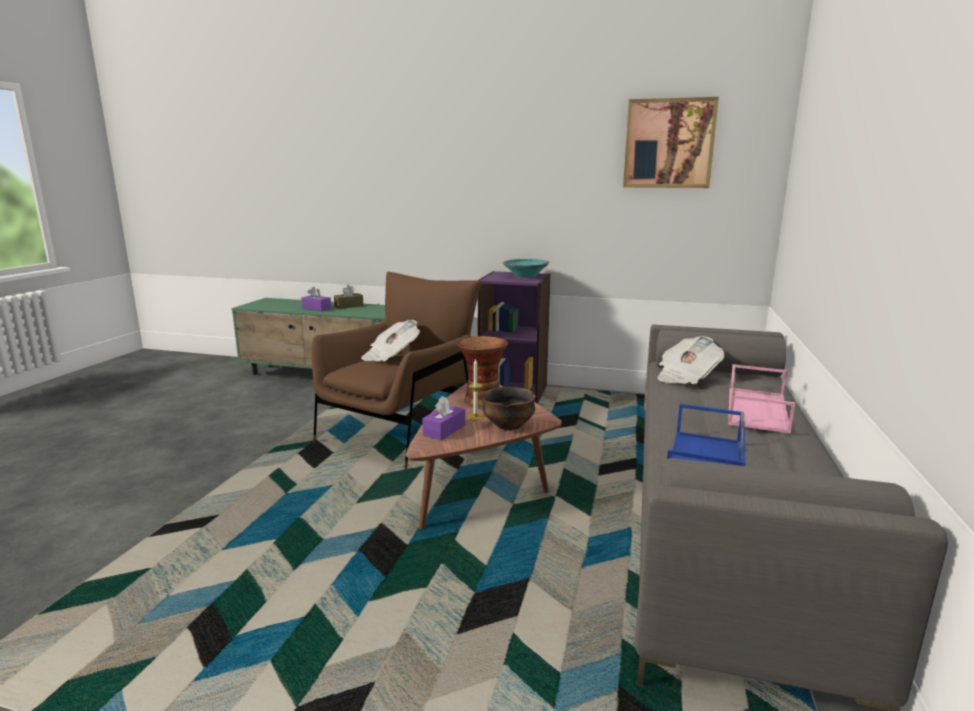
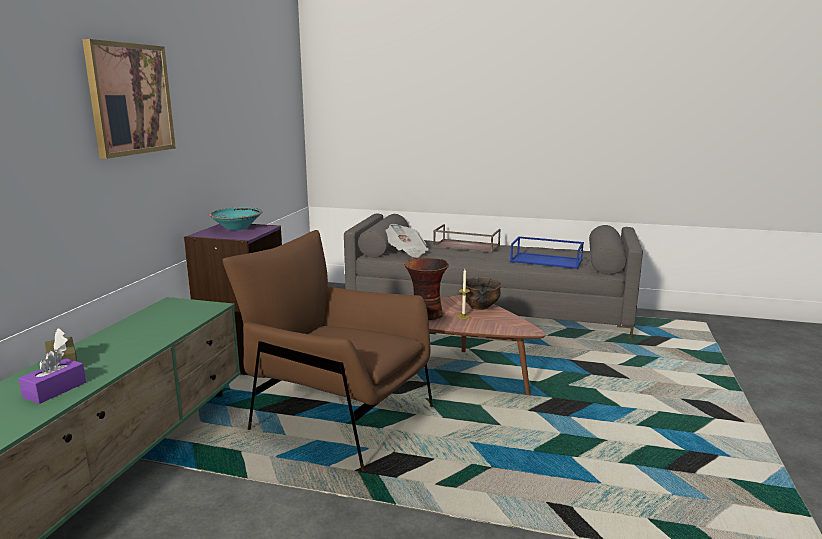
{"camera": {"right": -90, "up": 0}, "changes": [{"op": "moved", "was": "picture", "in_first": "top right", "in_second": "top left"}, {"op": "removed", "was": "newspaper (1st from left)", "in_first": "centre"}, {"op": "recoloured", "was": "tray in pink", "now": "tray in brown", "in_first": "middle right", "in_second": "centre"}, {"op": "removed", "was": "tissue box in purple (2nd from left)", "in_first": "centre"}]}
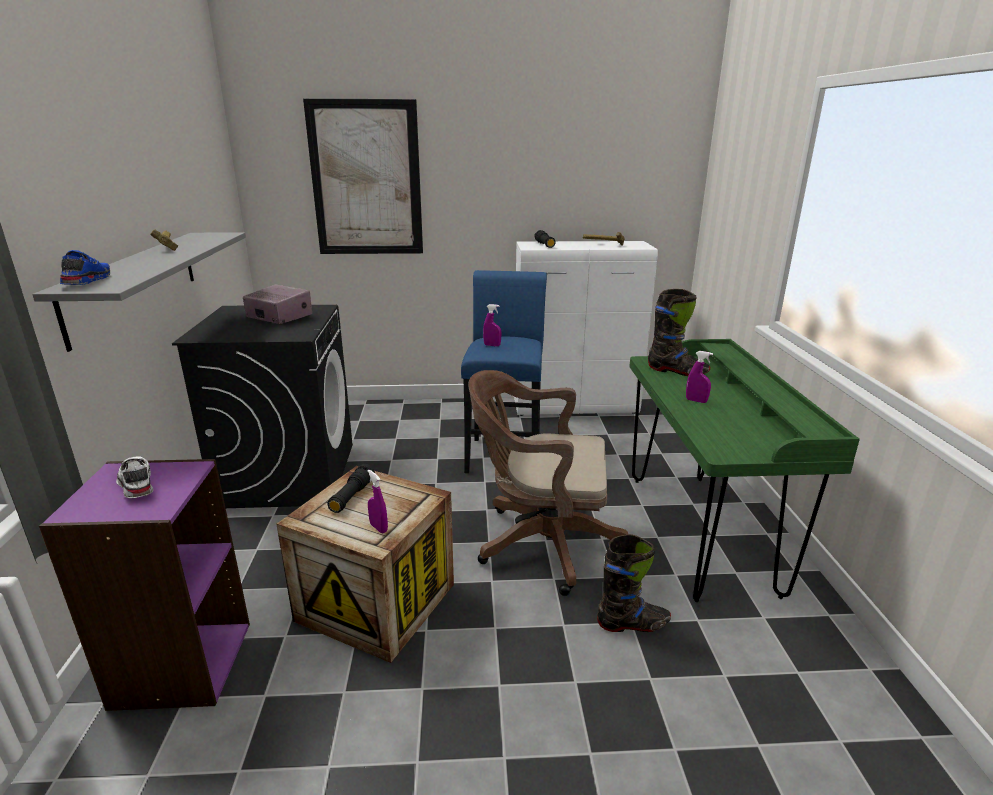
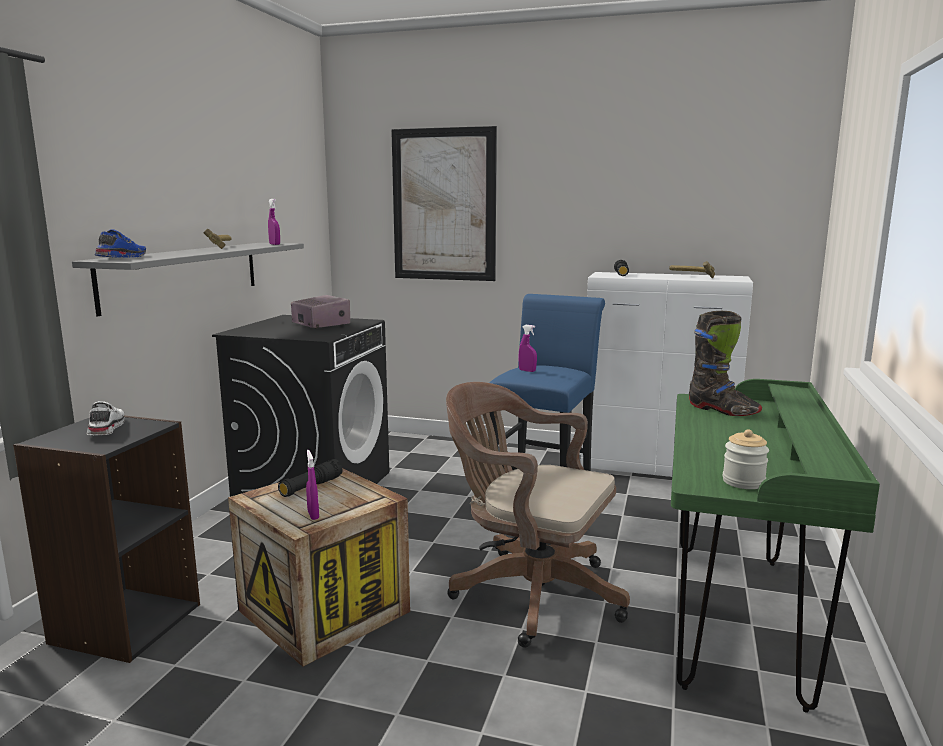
{"camera": {"right": 20, "up": -10}, "changes": [{"op": "moved", "was": "spray bottle in purple (3rd from left in the first image)", "now": "spray bottle in purple (1st from left)", "in_first": "middle right", "in_second": "top left"}, {"op": "recoloured", "was": "bookcase in purple", "now": "bookcase in black", "in_first": "bottom left", "in_second": "bottom left"}, {"op": "removed", "was": "boot in black (1st from left)", "in_first": "bottom centre"}, {"op": "added", "now": "jar", "in_second": "middle right"}]}
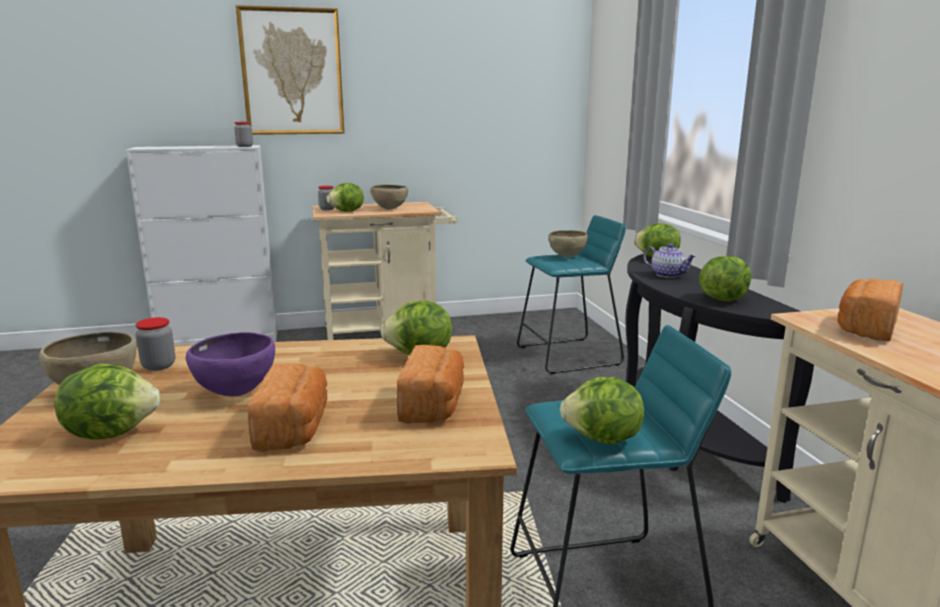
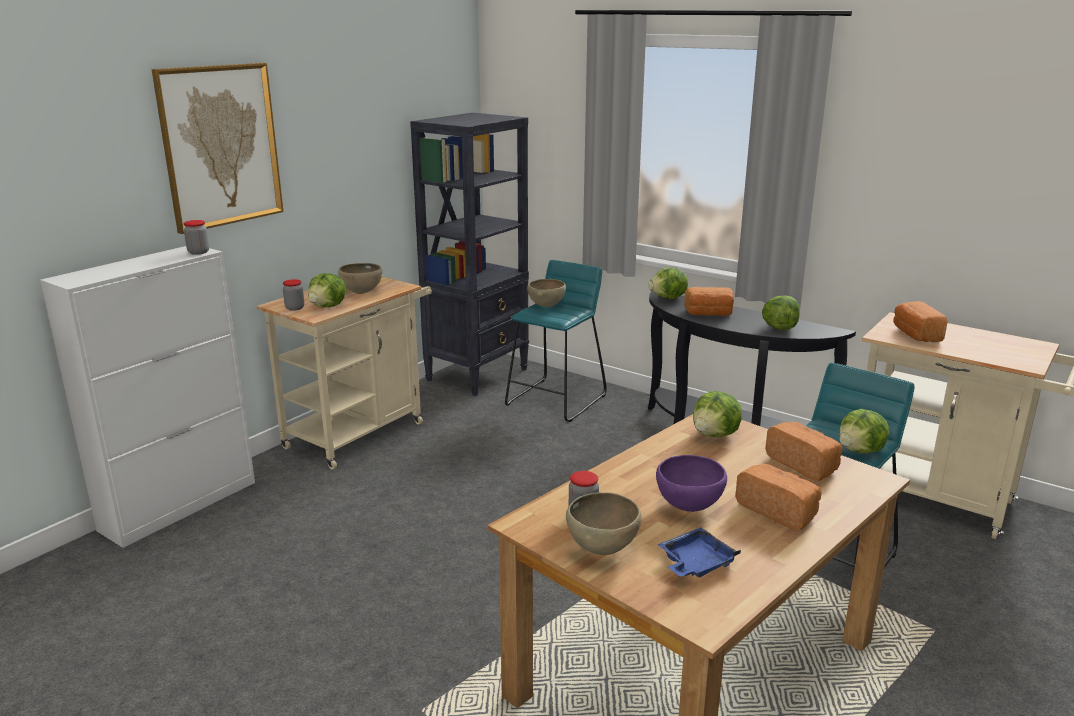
{"camera": {"right": -40, "up": 5}, "changes": [{"op": "replaced", "was": "teapot", "now": "bread (1st from left)", "in_first": "middle right", "in_second": "centre"}, {"op": "replaced", "was": "lettuce (1st from left)", "now": "tray in blue", "in_first": "middle left", "in_second": "bottom centre"}, {"op": "added", "now": "bookcase in black", "in_second": "centre"}]}
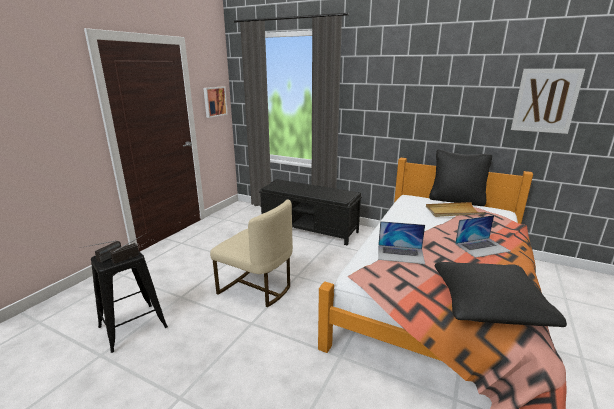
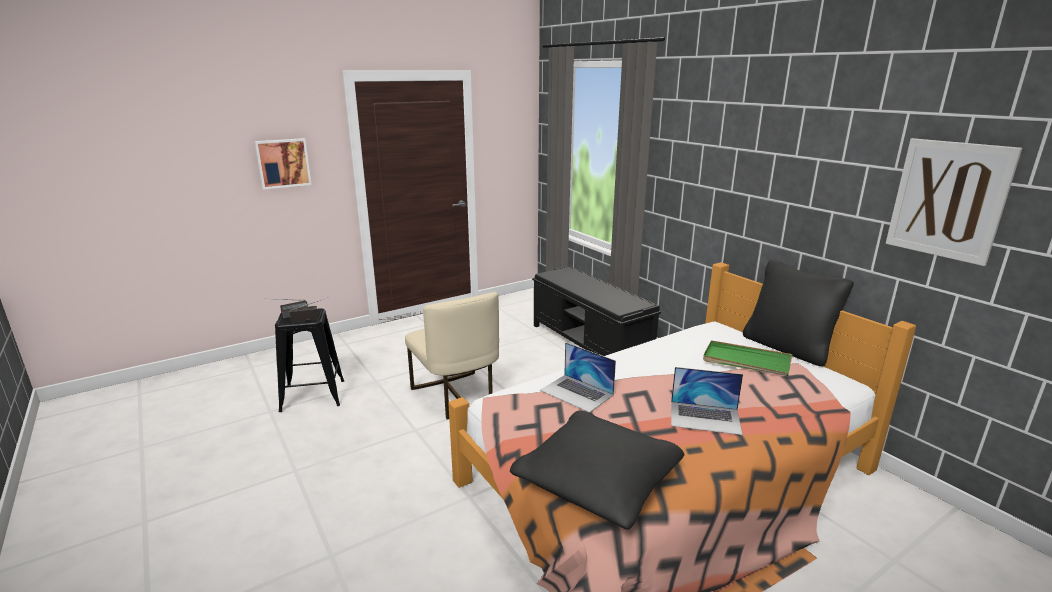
{"camera": {"right": 30, "up": 0}, "changes": [{"op": "moved", "was": "picture (1st from left)", "in_first": "top centre", "in_second": "top left"}, {"op": "recoloured", "was": "tray in beige", "now": "tray in green", "in_first": "middle right", "in_second": "middle right"}]}
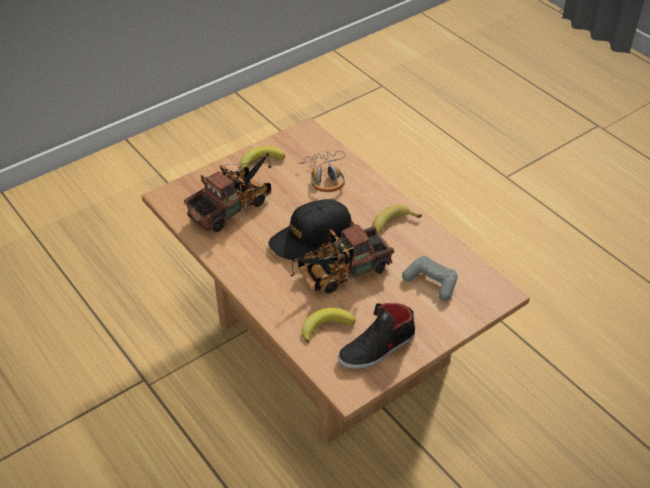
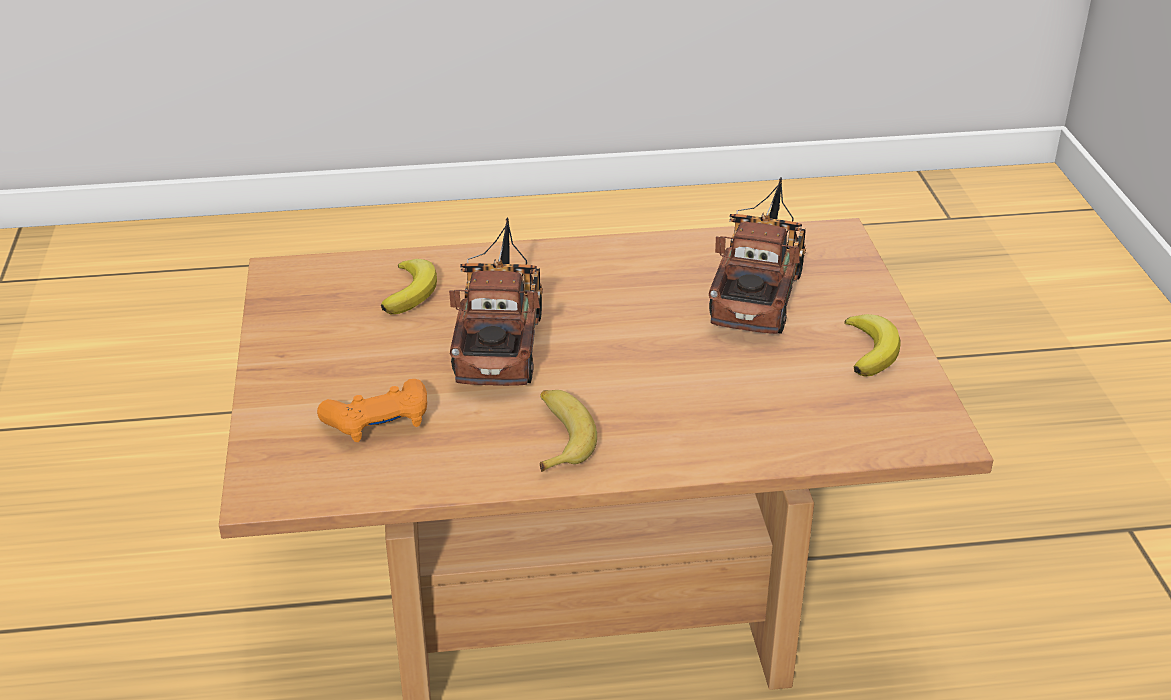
{"camera": {"right": 120, "up": -10}, "changes": [{"op": "removed", "was": "headphones", "in_first": "centre"}, {"op": "turned", "was": "toy truck (1st from left in the first image)", "in_first": "centre", "in_second": "centre", "clockwise": -150}, {"op": "removed", "was": "cap in black", "in_first": "centre"}, {"op": "recoloured", "was": "game controller in grey", "now": "game controller in orange", "in_first": "centre", "in_second": "middle left"}, {"op": "removed", "was": "shoe in black", "in_first": "bottom centre"}]}
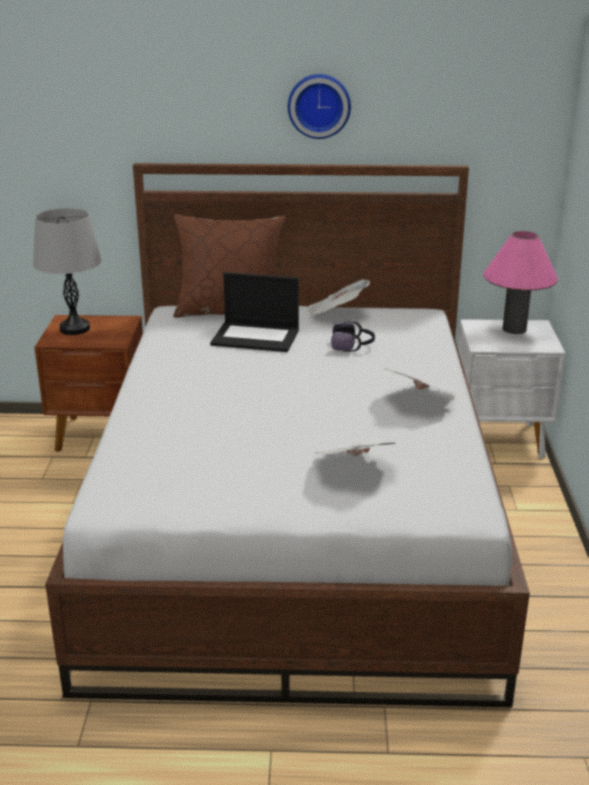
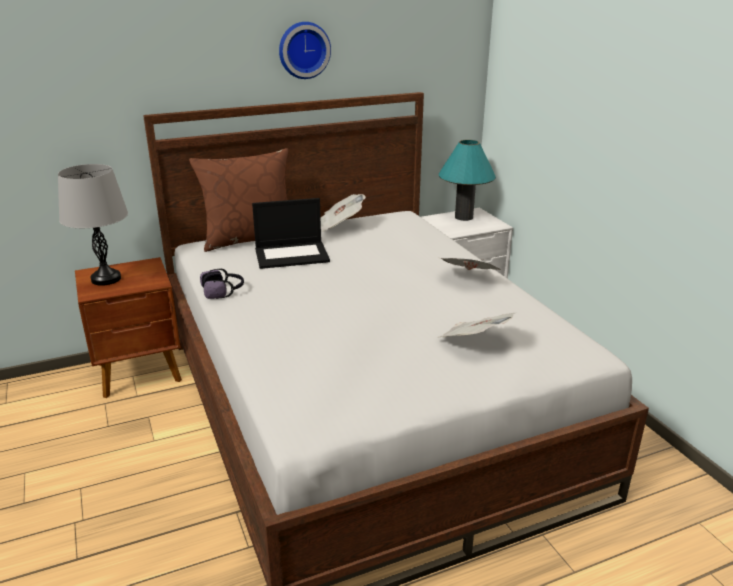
{"camera": {"right": -25, "up": 0}, "changes": [{"op": "recoloured", "was": "table lamp in pink", "now": "table lamp in turquoise", "in_first": "middle right", "in_second": "top centre"}, {"op": "moved", "was": "headphones", "in_first": "centre", "in_second": "middle left"}]}
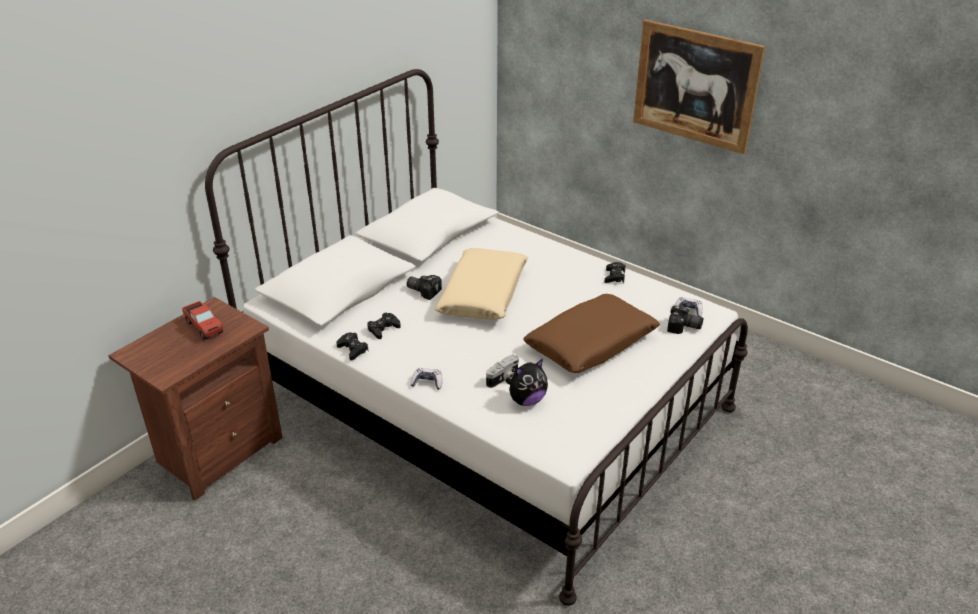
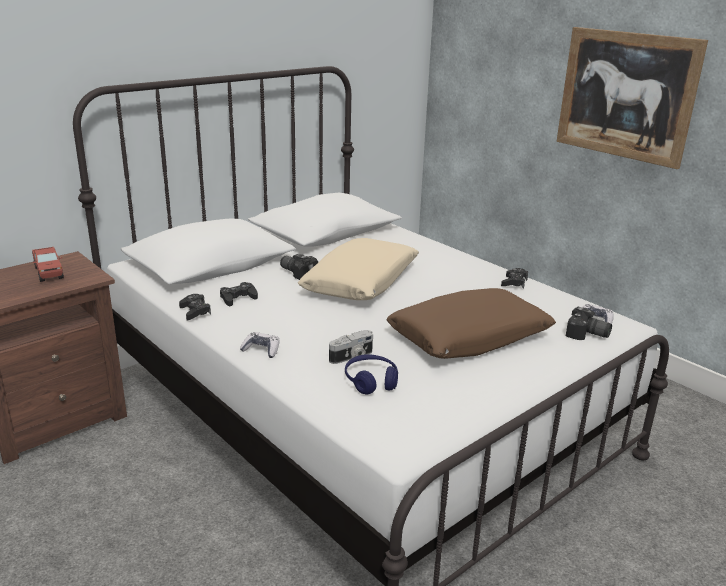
{"camera": {"right": 10, "up": -10}, "changes": [{"op": "replaced", "was": "plush toy", "now": "headphones in blue", "in_first": "centre", "in_second": "centre"}]}
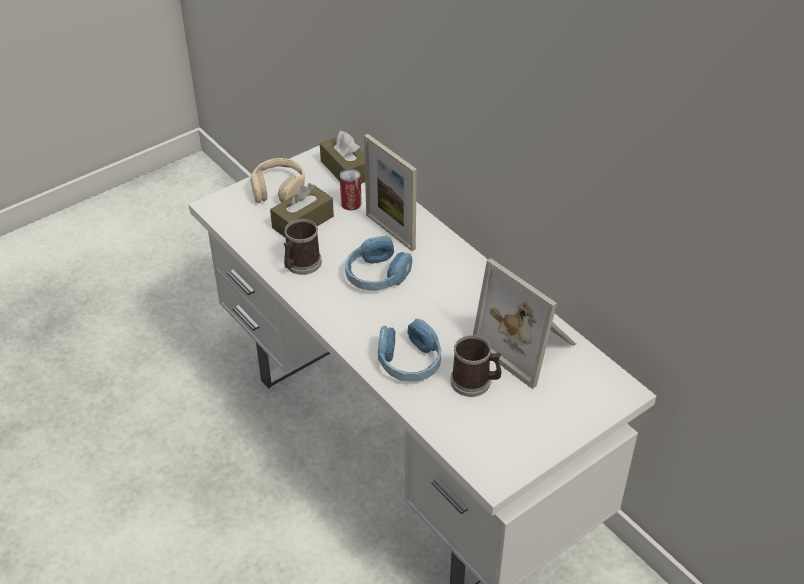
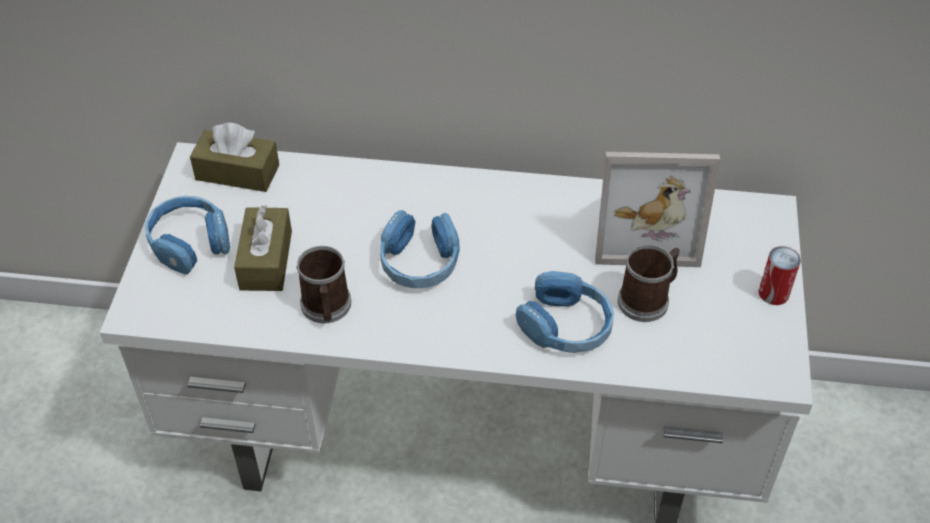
{"camera": {"right": -45, "up": 5}, "changes": [{"op": "removed", "was": "picture frame (1st from left)", "in_first": "top centre"}, {"op": "recoloured", "was": "headphones in beige", "now": "headphones in blue (1st from left)", "in_first": "top centre", "in_second": "middle left"}, {"op": "moved", "was": "can", "in_first": "top centre", "in_second": "middle right"}]}
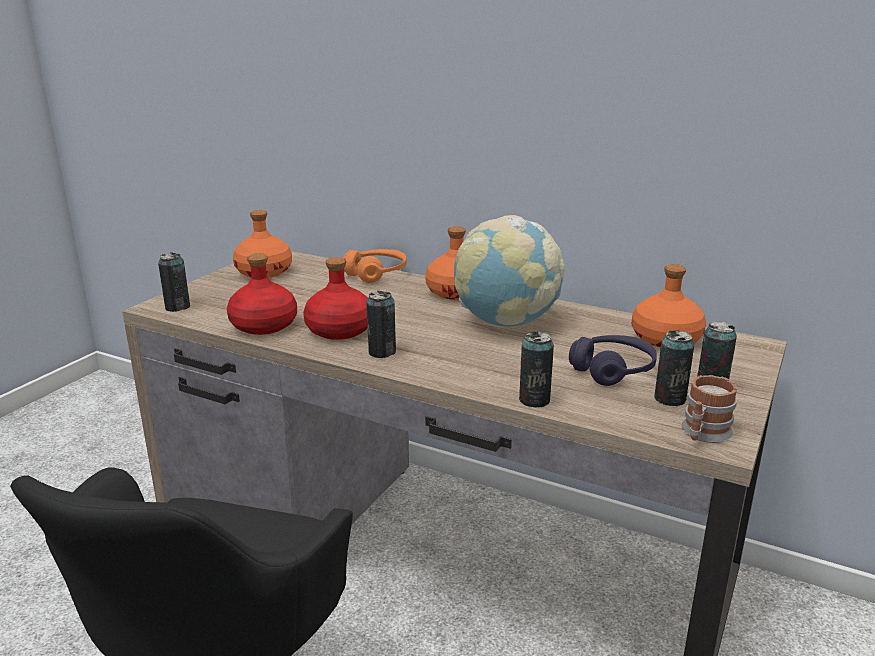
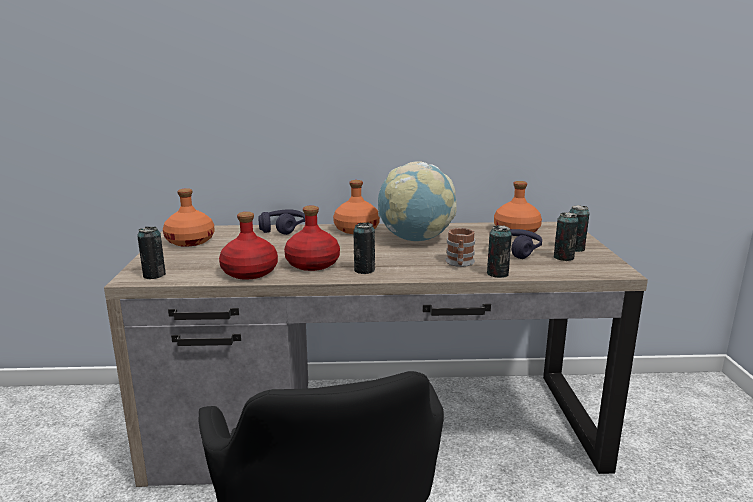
{"camera": {"right": -30, "up": -5}, "changes": [{"op": "recoloured", "was": "headphones in orange", "now": "headphones in purple (1st from left)", "in_first": "centre", "in_second": "centre"}, {"op": "moved", "was": "mug", "in_first": "middle right", "in_second": "centre"}]}
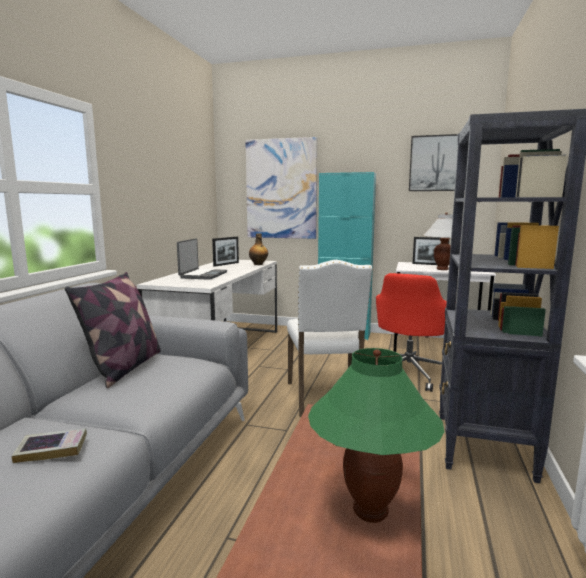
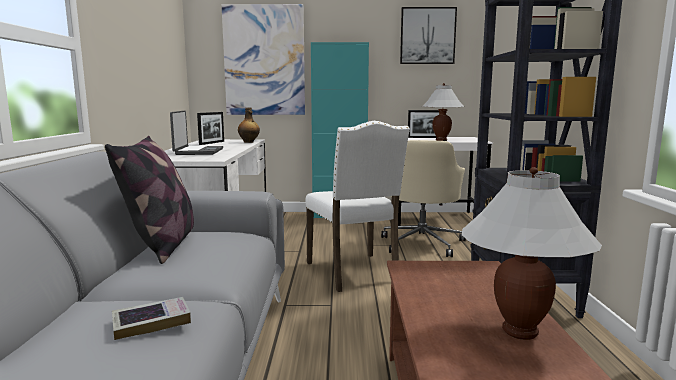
{"camera": {"right": -15, "up": 0}, "changes": [{"op": "recoloured", "was": "office chair in red", "now": "office chair in beige", "in_first": "middle right", "in_second": "centre"}, {"op": "recoloured", "was": "table lamp in green", "now": "table lamp in white (2nd from left)", "in_first": "bottom centre", "in_second": "middle right"}]}
